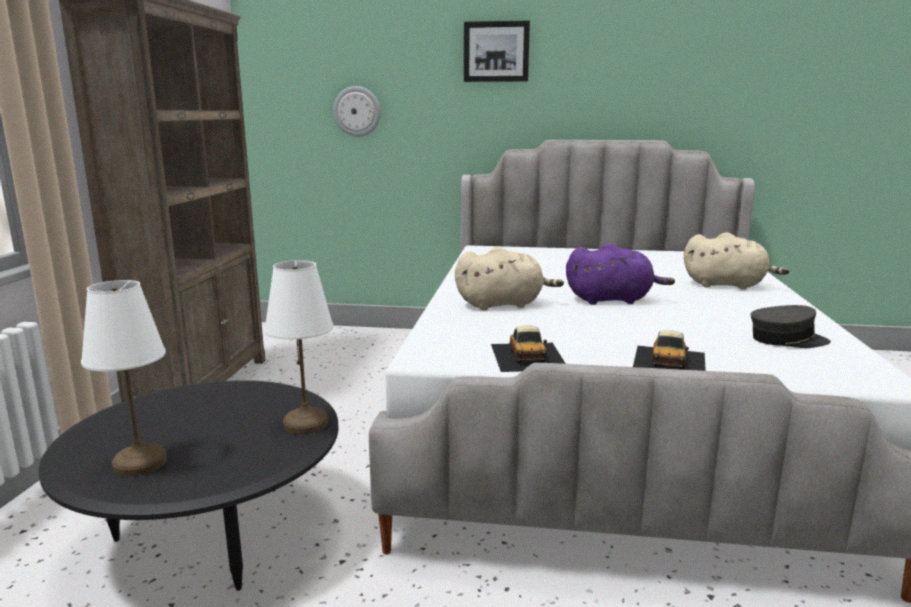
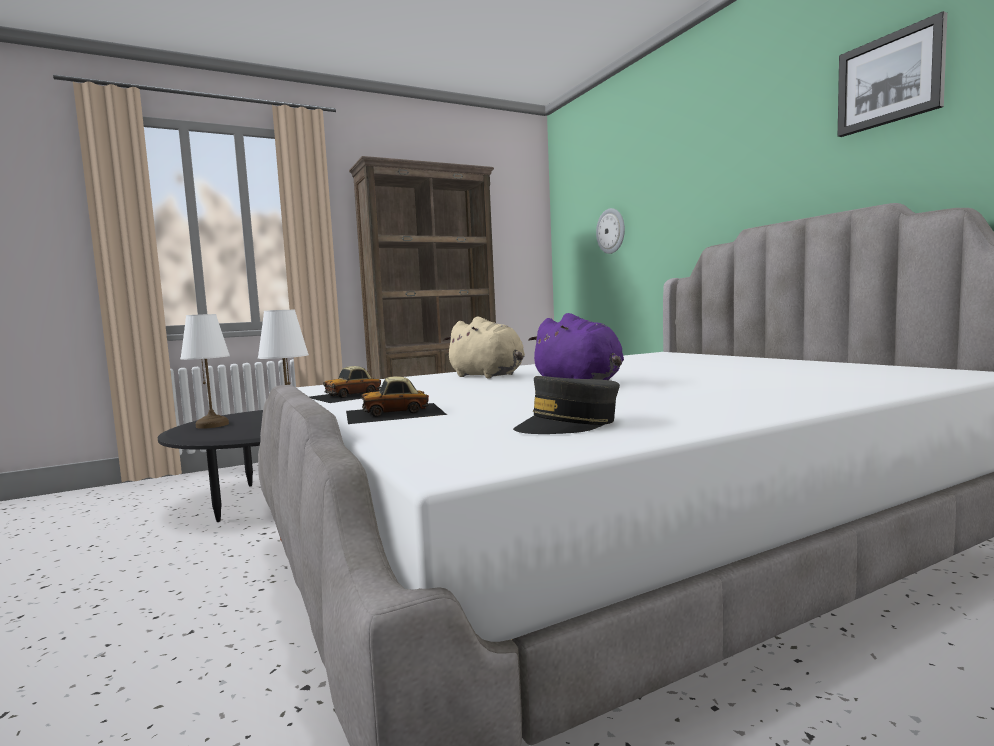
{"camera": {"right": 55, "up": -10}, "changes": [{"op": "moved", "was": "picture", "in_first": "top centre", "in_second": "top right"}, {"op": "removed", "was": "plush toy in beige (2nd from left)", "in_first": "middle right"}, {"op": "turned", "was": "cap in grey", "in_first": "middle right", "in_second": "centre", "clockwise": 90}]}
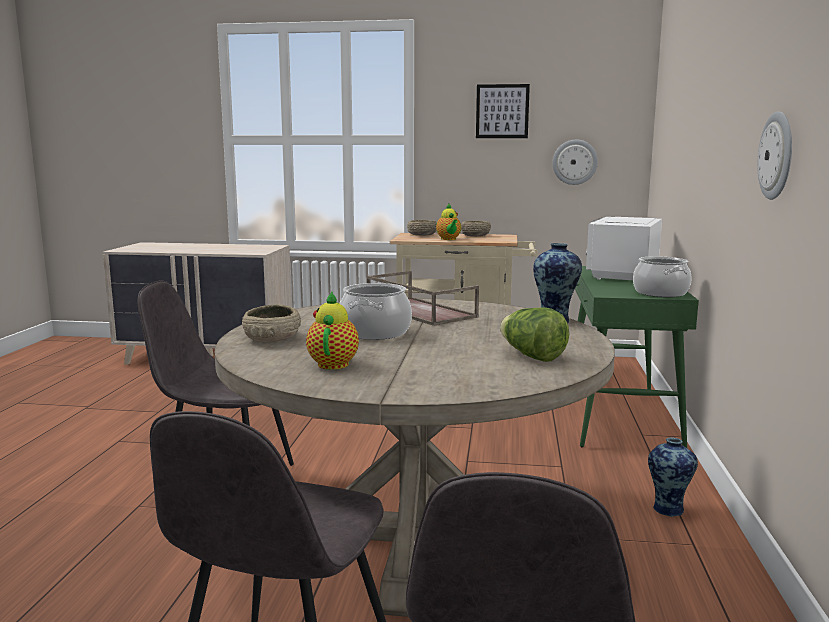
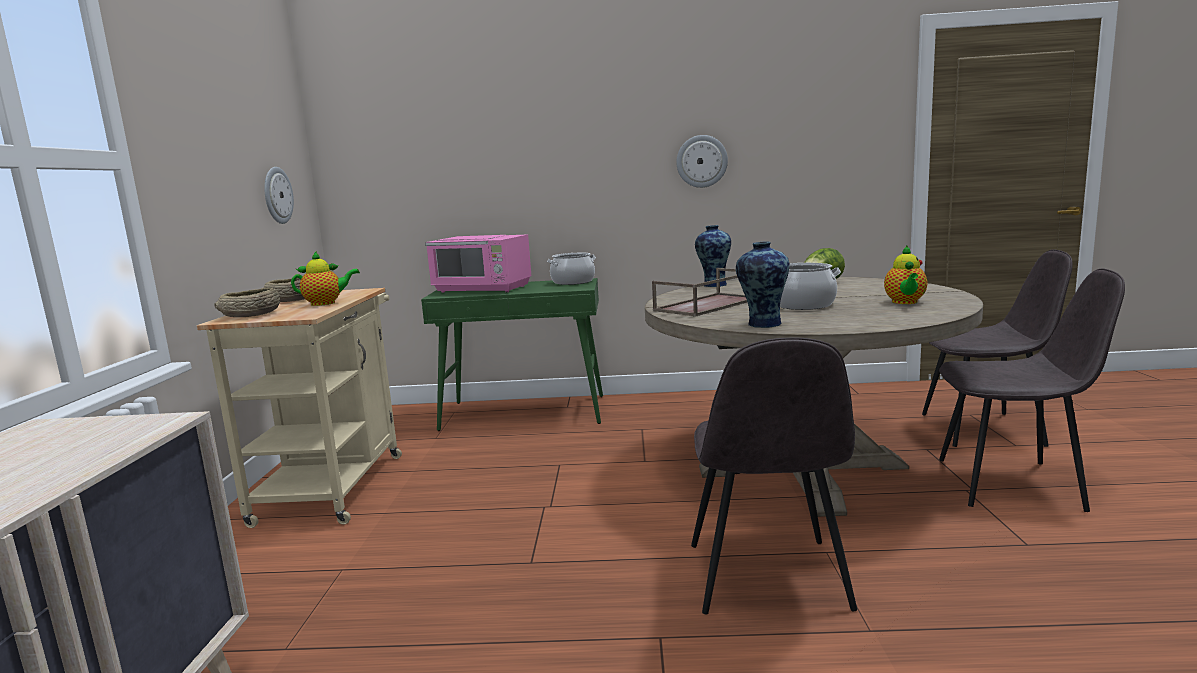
{"camera": {"right": -95, "up": 0}, "changes": [{"op": "removed", "was": "picture", "in_first": "top centre"}, {"op": "recoloured", "was": "microwave in white", "now": "microwave in pink", "in_first": "middle right", "in_second": "centre"}, {"op": "turned", "was": "teapot (1st from left in the first image)", "in_first": "centre", "in_second": "middle right", "clockwise": -75}, {"op": "removed", "was": "bowl in beige (1st from left)", "in_first": "middle left"}, {"op": "moved", "was": "vase (2nd from left)", "in_first": "bottom right", "in_second": "centre"}]}
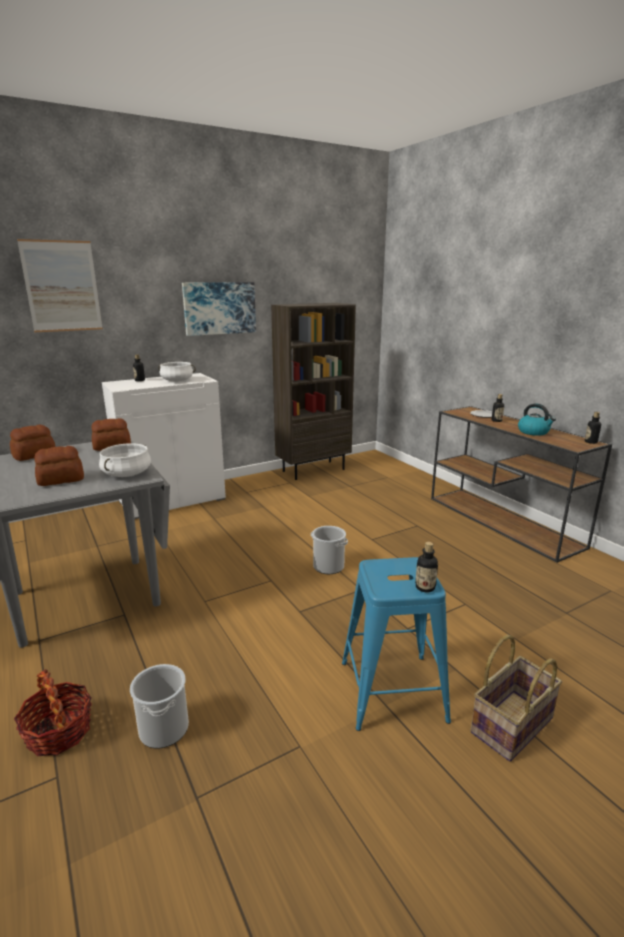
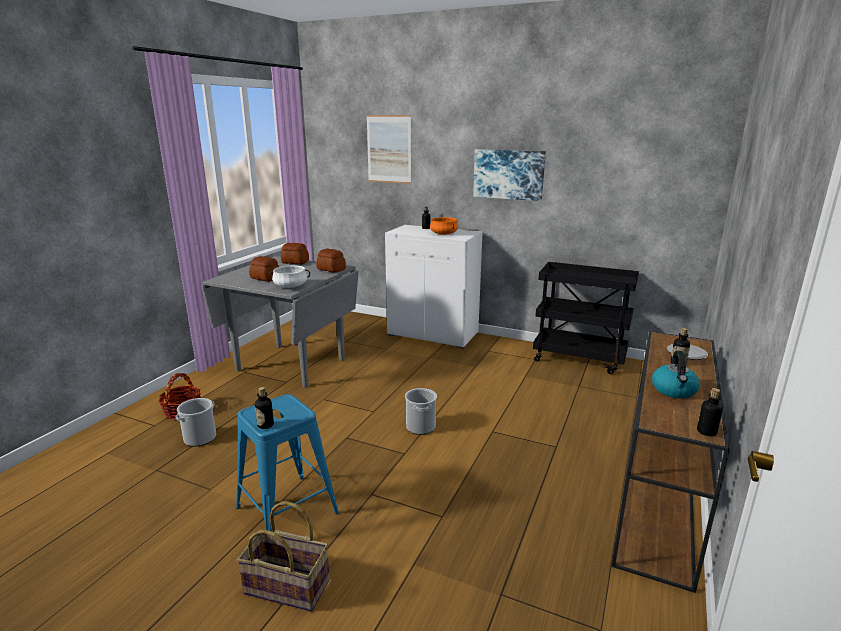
{"camera": {"right": 55, "up": 0}, "changes": [{"op": "replaced", "was": "bookcase in brown", "now": "cart in black", "in_first": "centre", "in_second": "middle right"}, {"op": "recoloured", "was": "cooking pot in white (2nd from left)", "now": "cooking pot in orange", "in_first": "middle left", "in_second": "centre"}]}
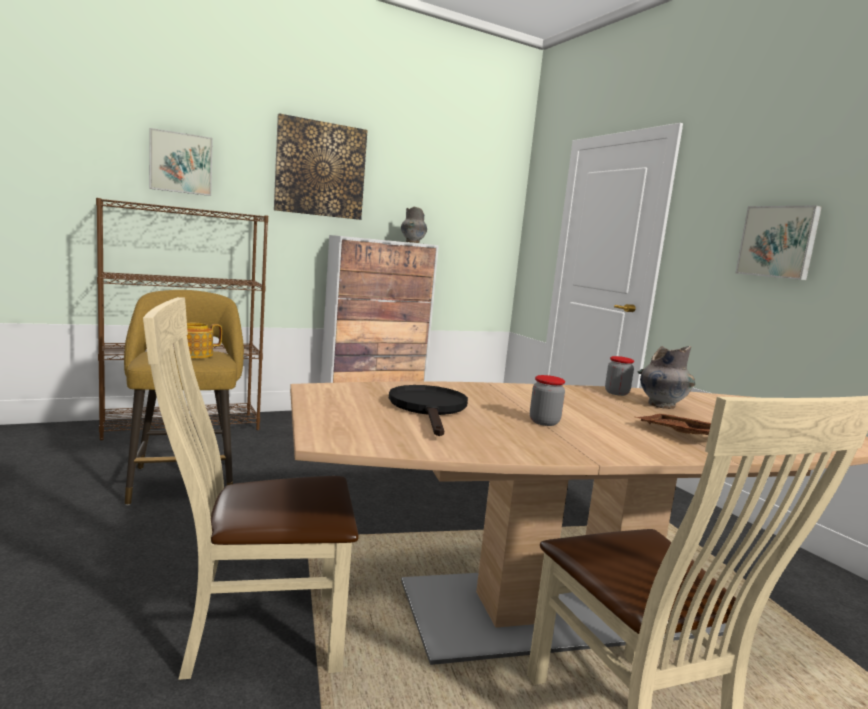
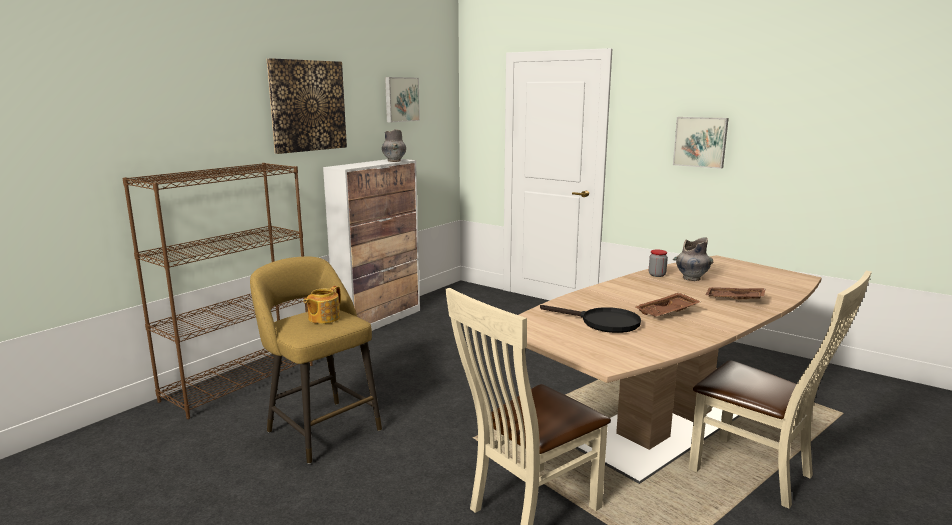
{"camera": {"right": -25, "up": 5}, "changes": [{"op": "moved", "was": "picture (1st from left in the first image)", "now": "picture (2nd from left)", "in_first": "top left", "in_second": "top centre"}, {"op": "replaced", "was": "jar (1st from left)", "now": "tray in brown (1st from left)", "in_first": "centre", "in_second": "middle right"}, {"op": "turned", "was": "frying pan in black", "in_first": "centre", "in_second": "centre", "clockwise": 150}]}
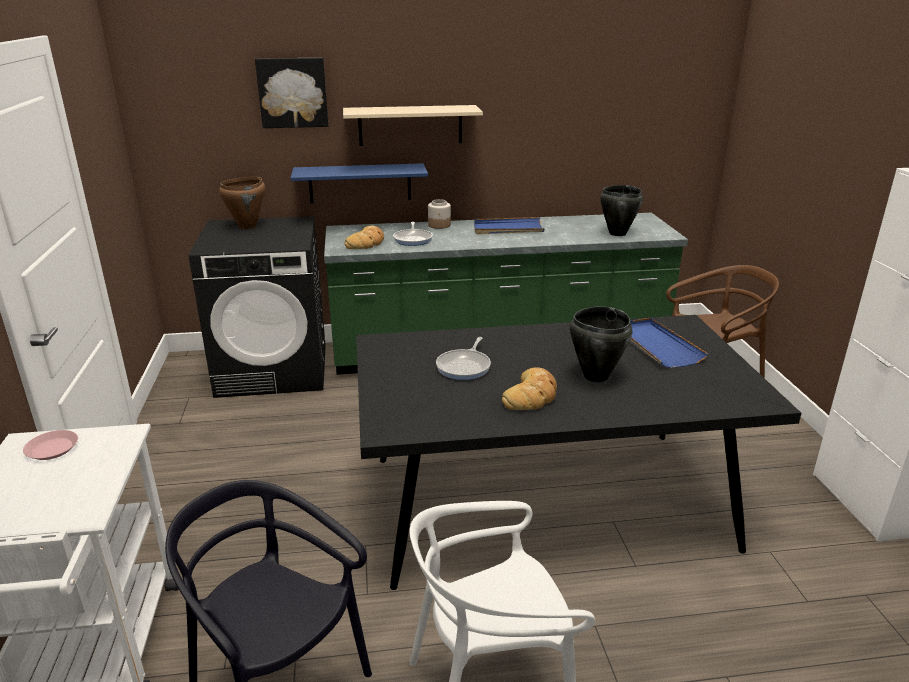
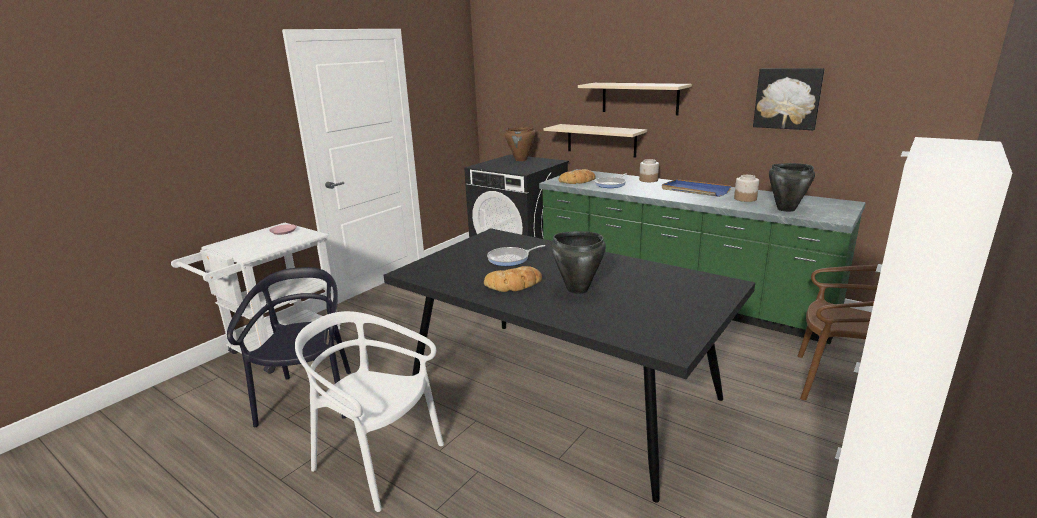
{"camera": {"right": 45, "up": -5}, "changes": [{"op": "moved", "was": "picture", "in_first": "top left", "in_second": "top right"}, {"op": "recoloured", "was": "shelf in blue", "now": "shelf in beige (1st from left)", "in_first": "top centre", "in_second": "top centre"}, {"op": "removed", "was": "tray in blue (2nd from left)", "in_first": "middle right"}, {"op": "added", "now": "jar (2nd from left)", "in_second": "middle right"}]}
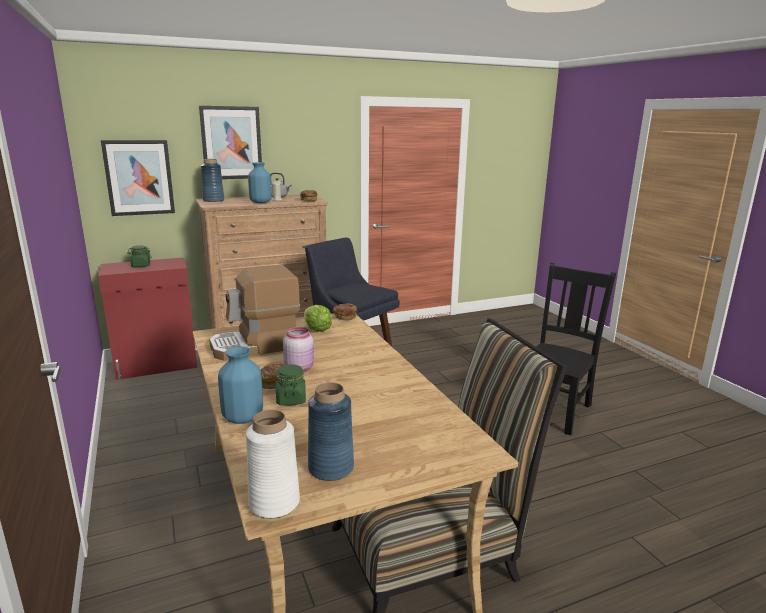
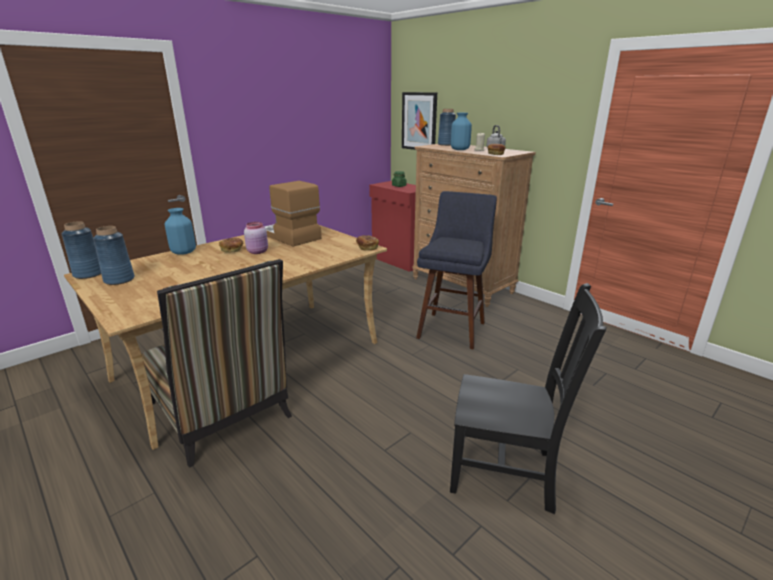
{"camera": {"right": 70, "up": 5}, "changes": [{"op": "removed", "was": "picture (2nd from left)", "in_first": "top left"}, {"op": "removed", "was": "lettuce", "in_first": "centre"}, {"op": "removed", "was": "jar in green (2nd from left)", "in_first": "centre"}, {"op": "recoloured", "was": "vase in white", "now": "vase in blue (1st from left)", "in_first": "bottom centre", "in_second": "middle left"}]}
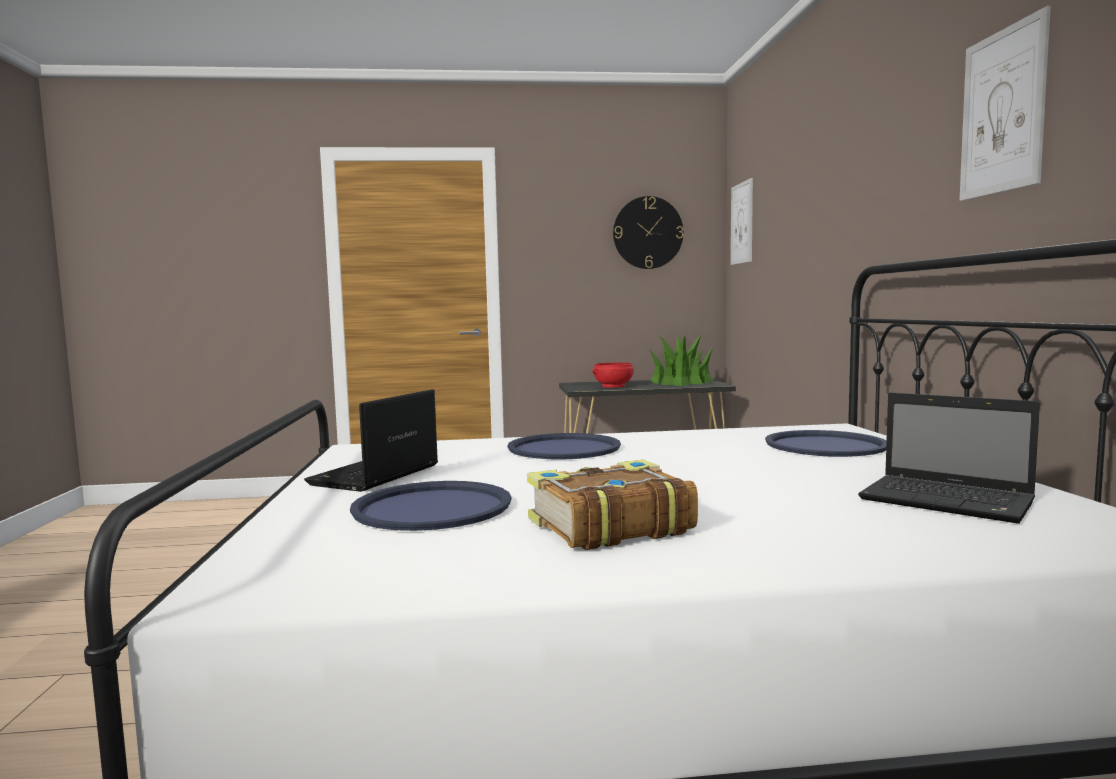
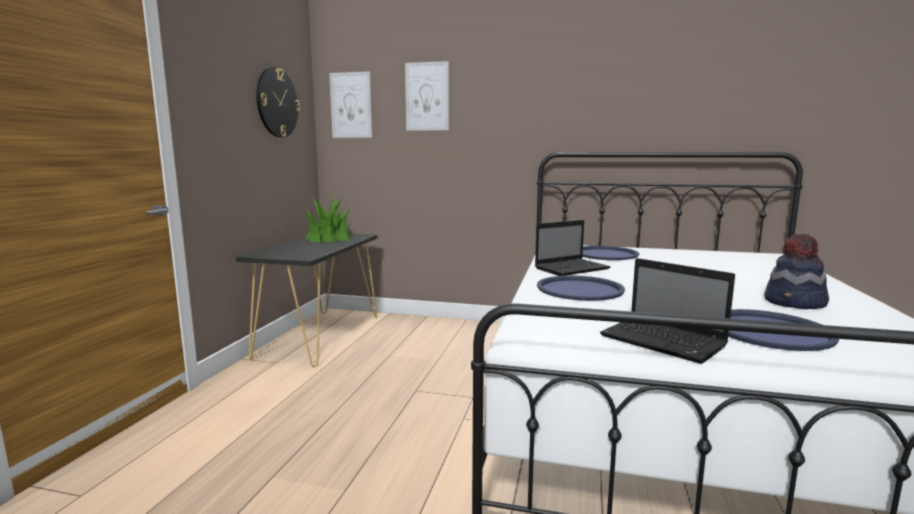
{"camera": {"right": -70, "up": 5}, "changes": [{"op": "moved", "was": "picture (2nd from left)", "in_first": "top right", "in_second": "top centre"}, {"op": "removed", "was": "bowl in red", "in_first": "centre"}, {"op": "moved", "was": "laptop (2nd from left in the first image)", "now": "laptop (1st from left)", "in_first": "middle right", "in_second": "centre"}, {"op": "replaced", "was": "book", "now": "hat", "in_first": "centre", "in_second": "middle right"}]}
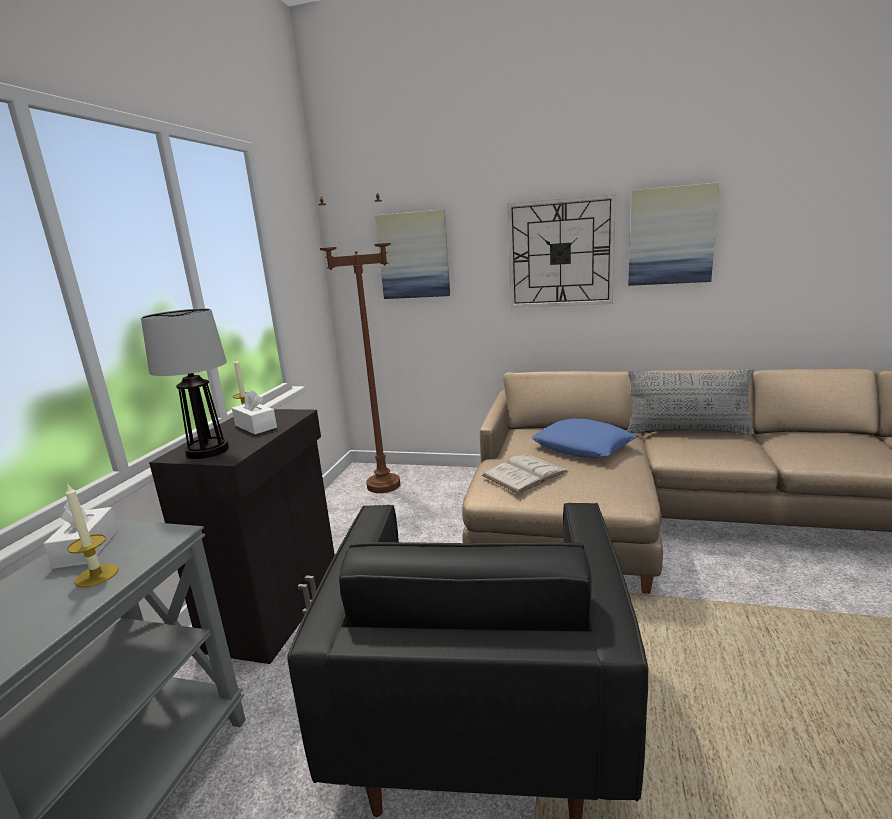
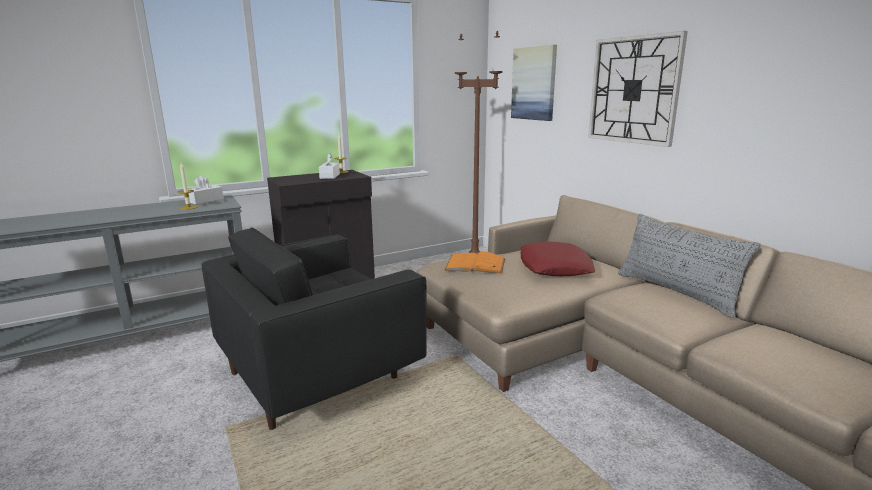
{"camera": {"right": 45, "up": 0}, "changes": [{"op": "removed", "was": "picture (2nd from left)", "in_first": "top right"}, {"op": "removed", "was": "table lamp", "in_first": "middle left"}, {"op": "recoloured", "was": "pillow in blue", "now": "pillow in red", "in_first": "centre", "in_second": "centre"}, {"op": "recoloured", "was": "book in white", "now": "book in orange", "in_first": "centre", "in_second": "centre"}]}
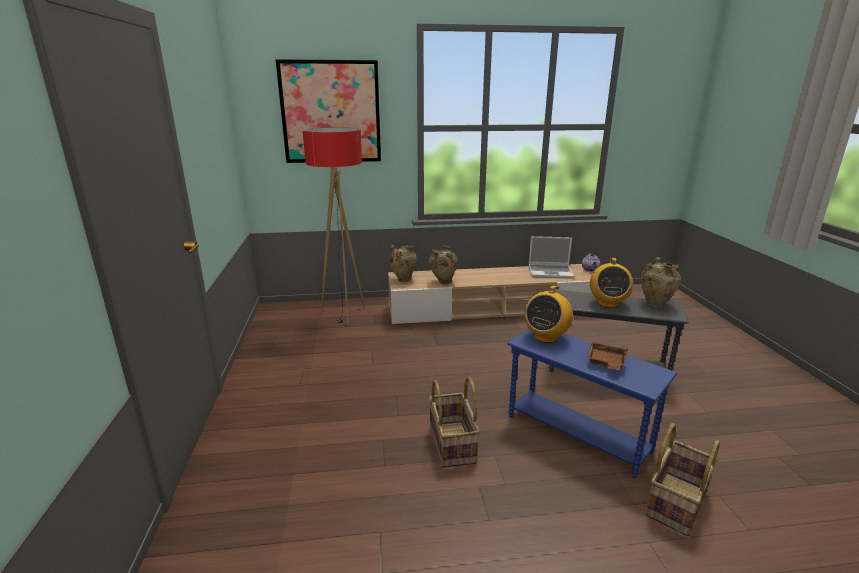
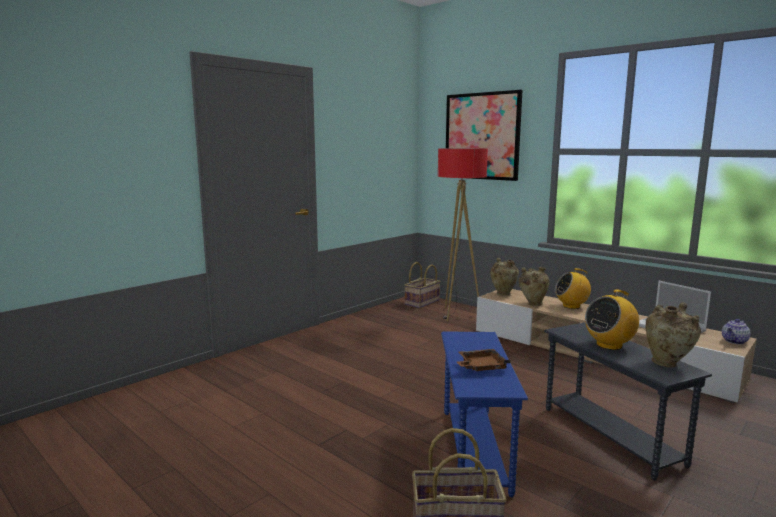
{"camera": {"right": 50, "up": -10}, "changes": [{"op": "moved", "was": "radio (1st from left)", "in_first": "centre", "in_second": "middle right"}, {"op": "moved", "was": "basket (1st from left)", "in_first": "bottom centre", "in_second": "centre"}]}
